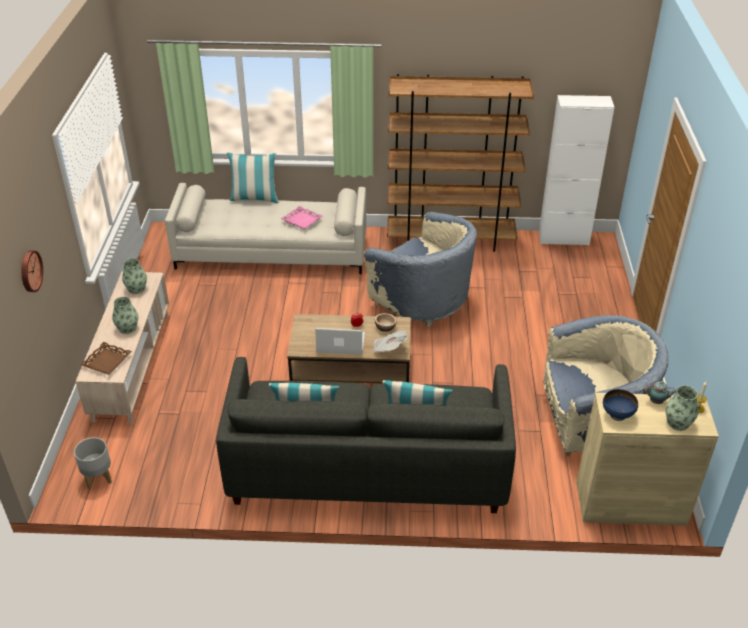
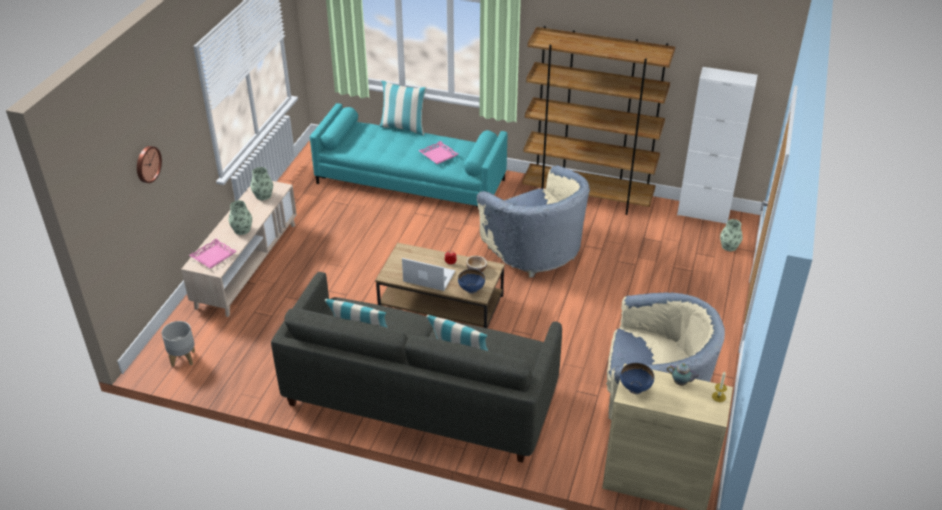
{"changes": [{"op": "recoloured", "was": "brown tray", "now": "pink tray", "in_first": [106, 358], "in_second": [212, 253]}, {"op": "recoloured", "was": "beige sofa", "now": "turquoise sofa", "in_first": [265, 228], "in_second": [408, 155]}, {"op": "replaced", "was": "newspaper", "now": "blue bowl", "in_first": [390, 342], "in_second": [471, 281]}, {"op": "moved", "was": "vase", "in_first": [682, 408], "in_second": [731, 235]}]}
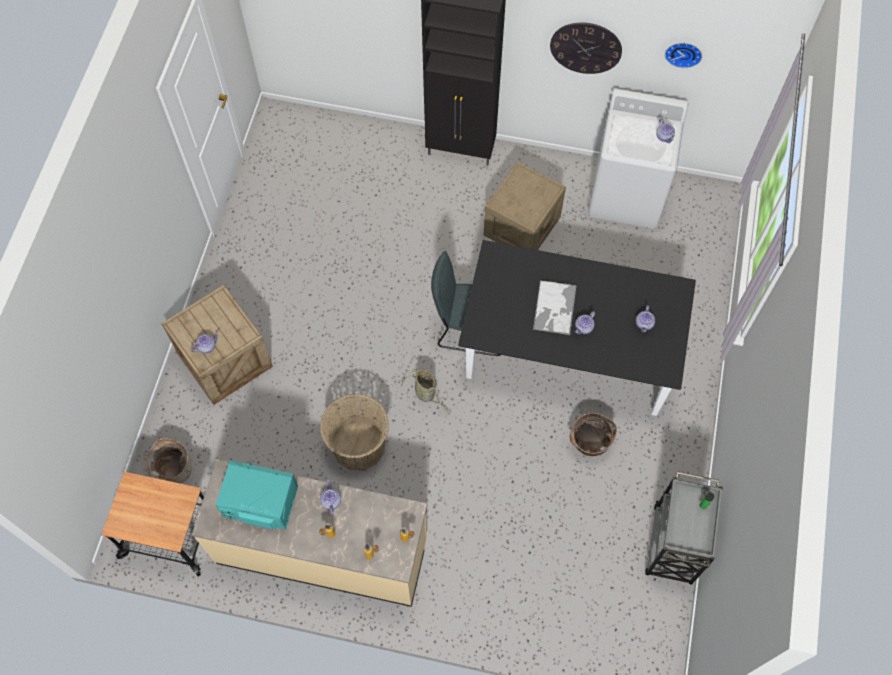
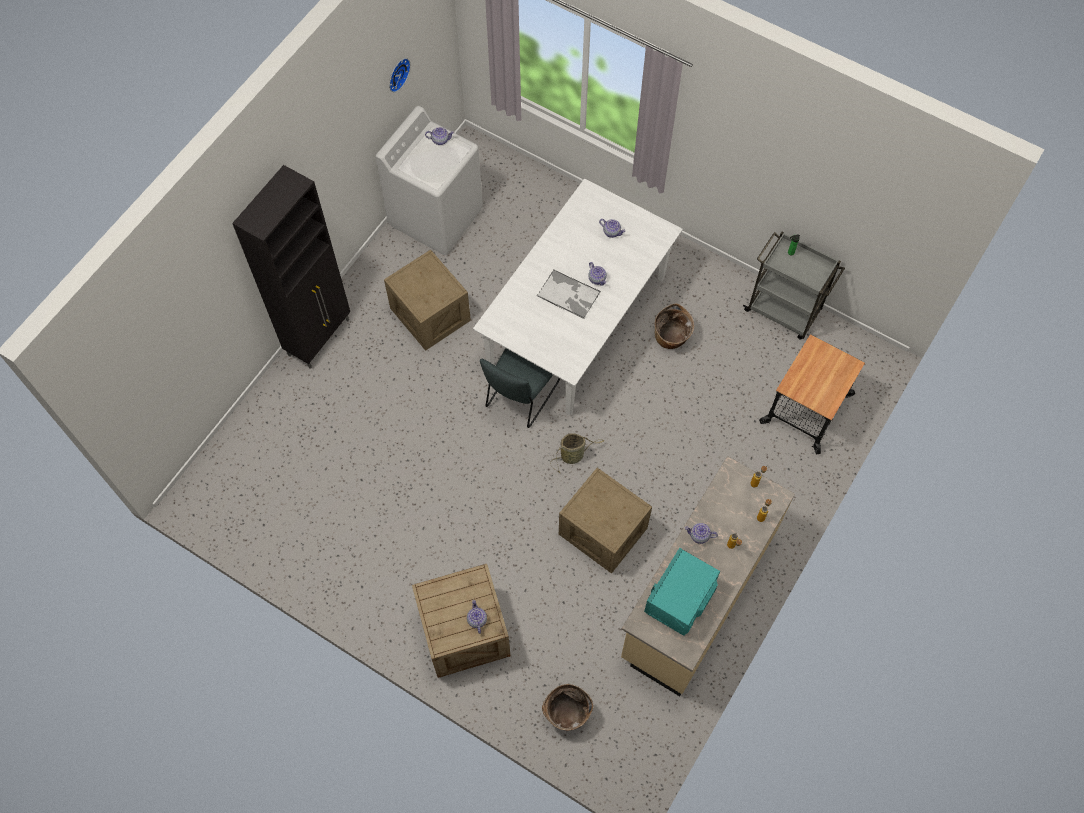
{"changes": [{"op": "recoloured", "was": "black dining table", "now": "white dining table", "in_first": [577, 328], "in_second": [578, 297]}, {"op": "replaced", "was": "basket", "now": "crate", "in_first": [354, 432], "in_second": [605, 520]}, {"op": "moved", "was": "cart", "in_first": [152, 524], "in_second": [812, 394]}, {"op": "removed", "was": "wall clock", "in_first": [586, 48]}]}
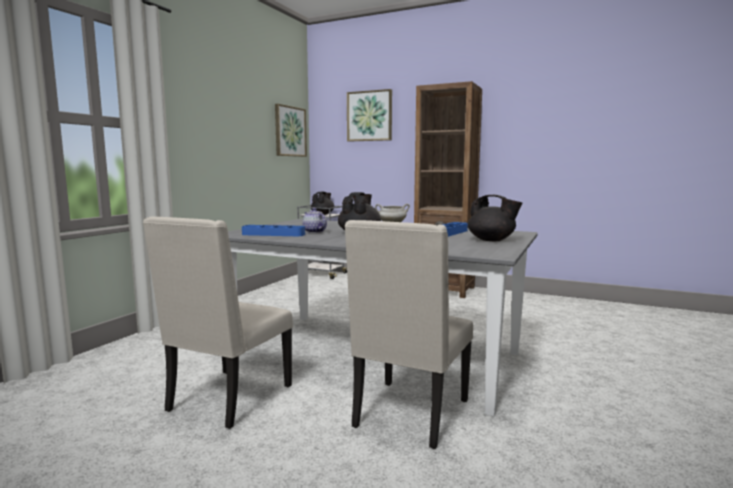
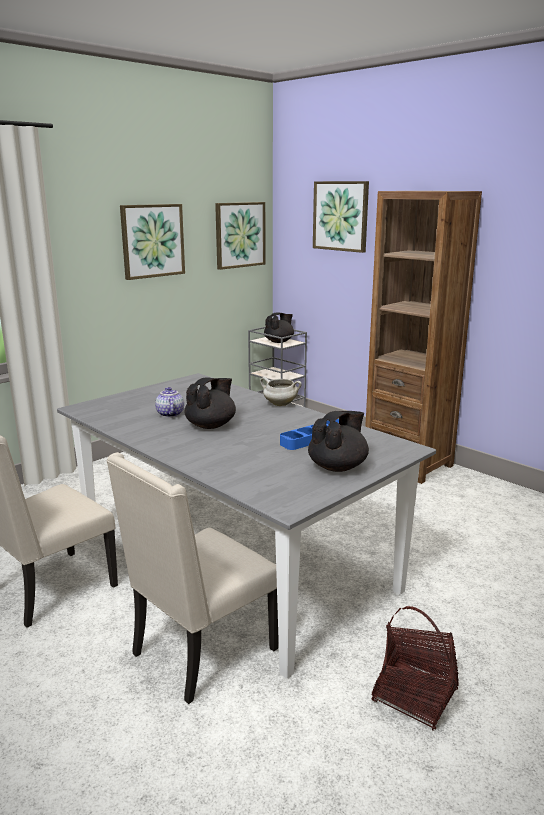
{"changes": [{"op": "added", "now": "picture", "in_second": [152, 242]}, {"op": "turned", "was": "black teapot", "in_first": [495, 218], "in_second": [338, 441], "clockwise": -105}, {"op": "added", "now": "basket", "in_second": [415, 668]}, {"op": "removed", "was": "blue tray", "in_first": [273, 230]}]}
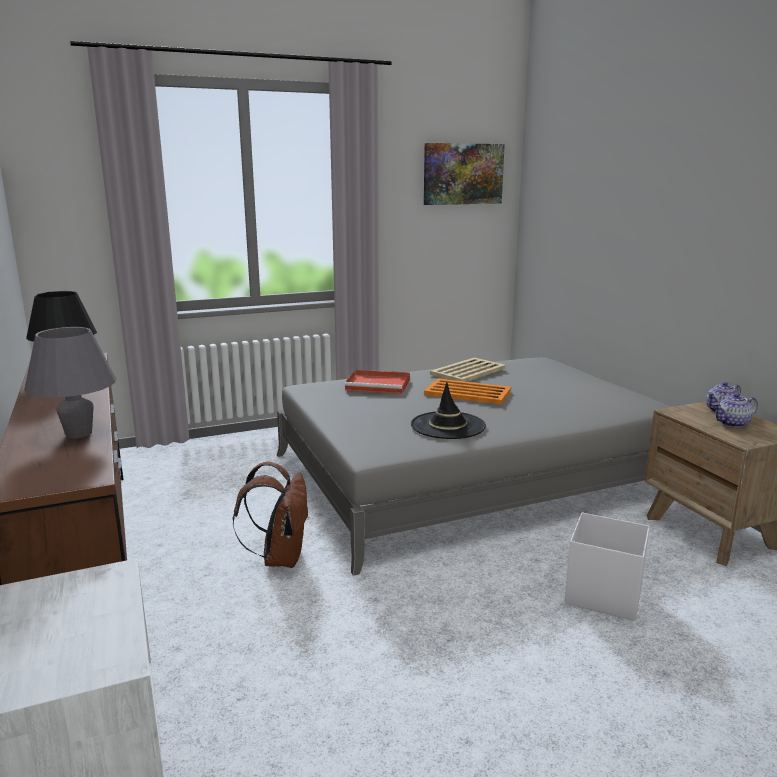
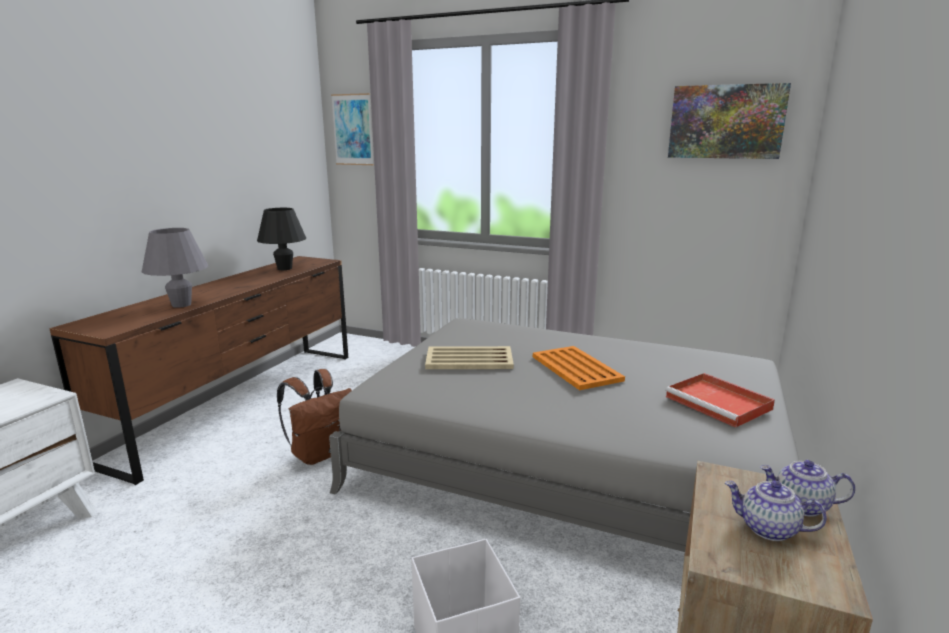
{"changes": [{"op": "added", "now": "picture", "in_second": [352, 129]}, {"op": "moved", "was": "beige tray", "in_first": [468, 370], "in_second": [469, 357]}, {"op": "moved", "was": "red tray", "in_first": [377, 382], "in_second": [720, 400]}, {"op": "removed", "was": "black hat", "in_first": [448, 410]}]}
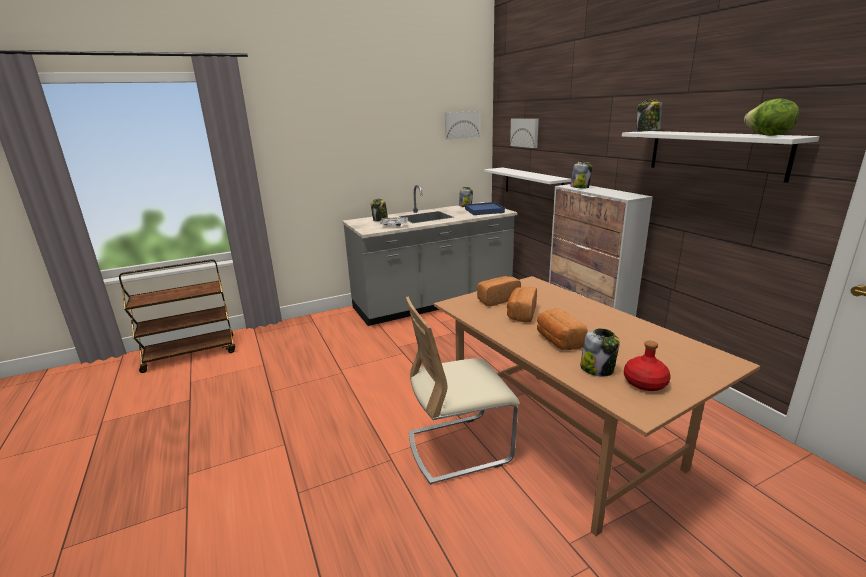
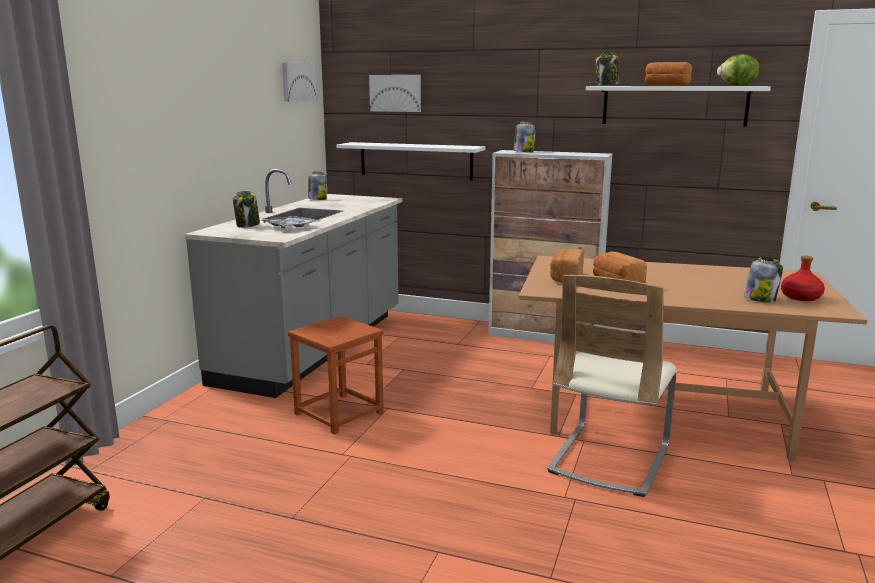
{"changes": [{"op": "added", "now": "brown stool", "in_second": [336, 375]}, {"op": "moved", "was": "bread", "in_first": [562, 329], "in_second": [668, 74]}, {"op": "removed", "was": "blue tray", "in_first": [485, 208]}]}
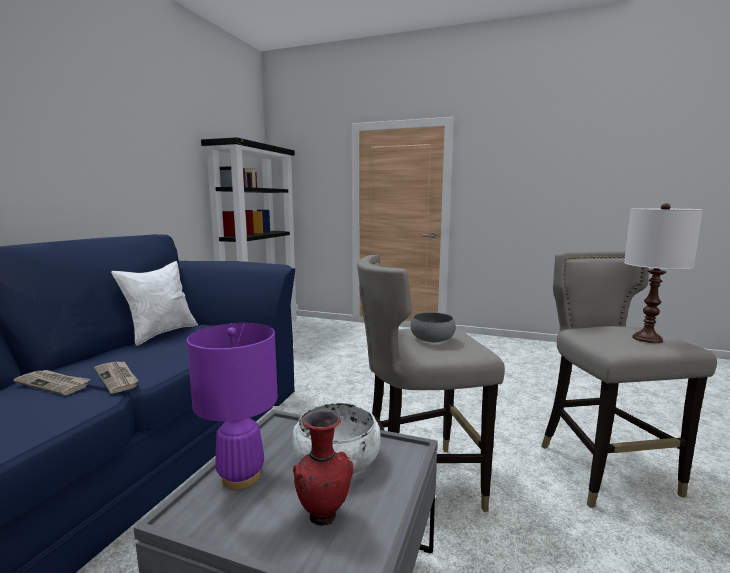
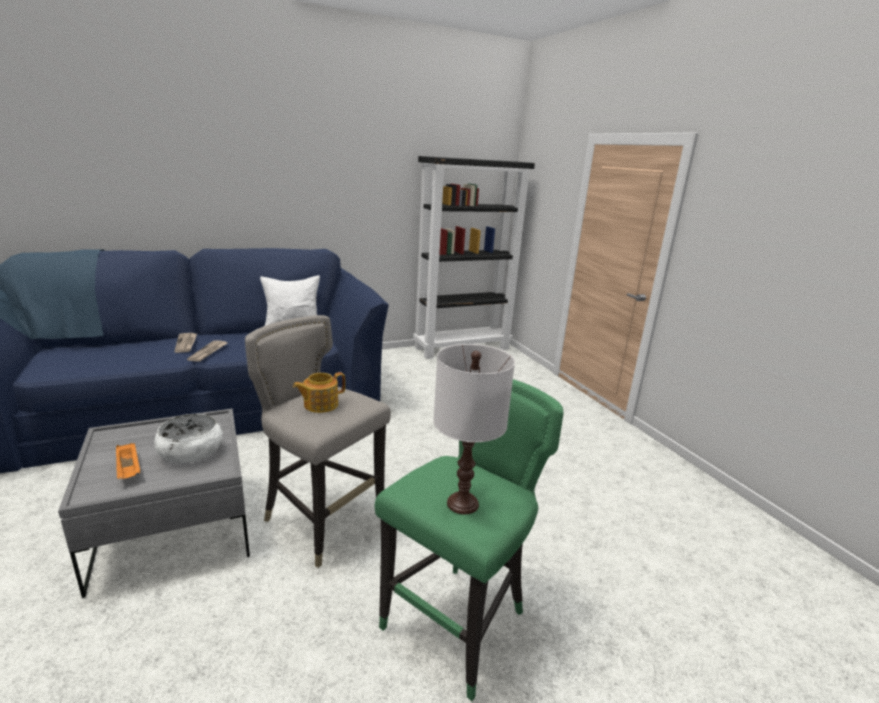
{"changes": [{"op": "replaced", "was": "red vase", "now": "orange tray", "in_first": [323, 468], "in_second": [128, 461]}, {"op": "replaced", "was": "grey bowl", "now": "teapot", "in_first": [433, 327], "in_second": [319, 392]}, {"op": "recoloured", "was": "grey stool", "now": "green stool", "in_first": [629, 379], "in_second": [469, 540]}, {"op": "removed", "was": "purple table lamp", "in_first": [232, 406]}]}
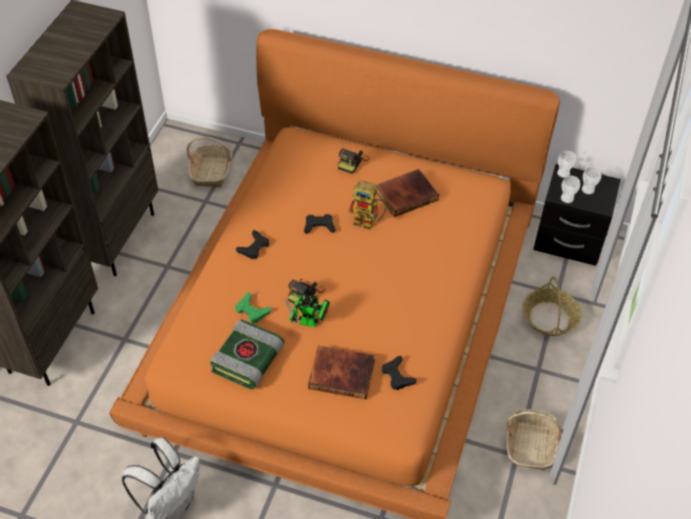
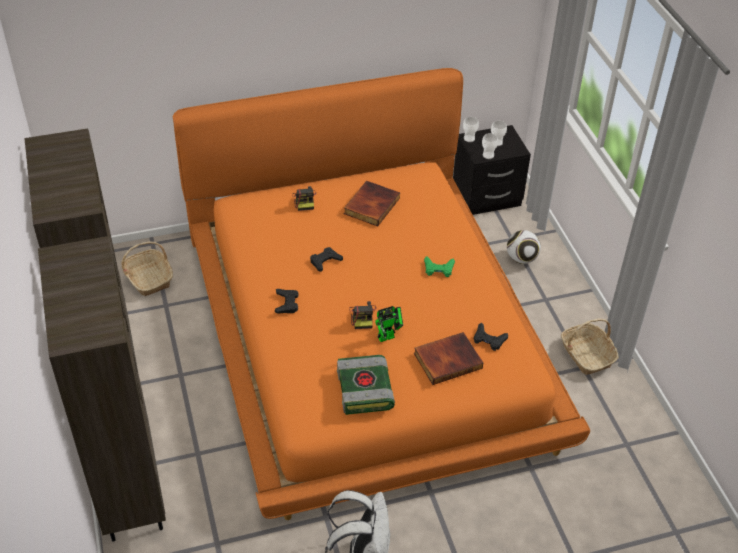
{"changes": [{"op": "moved", "was": "green game controller", "in_first": [253, 308], "in_second": [439, 266]}, {"op": "replaced", "was": "basket", "now": "football", "in_first": [551, 306], "in_second": [524, 247]}, {"op": "removed", "was": "toy robot", "in_first": [367, 205]}]}
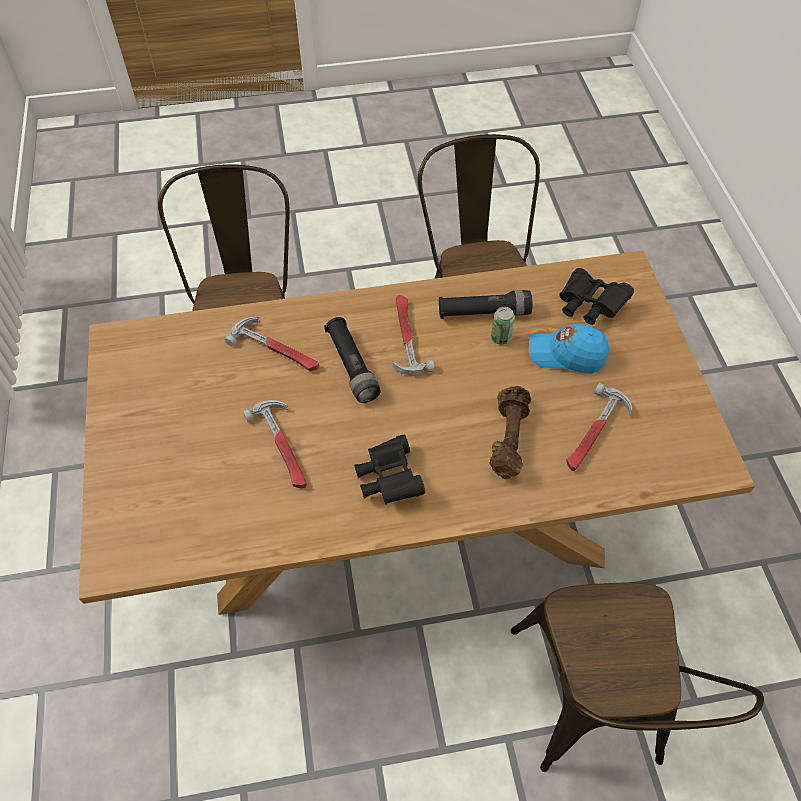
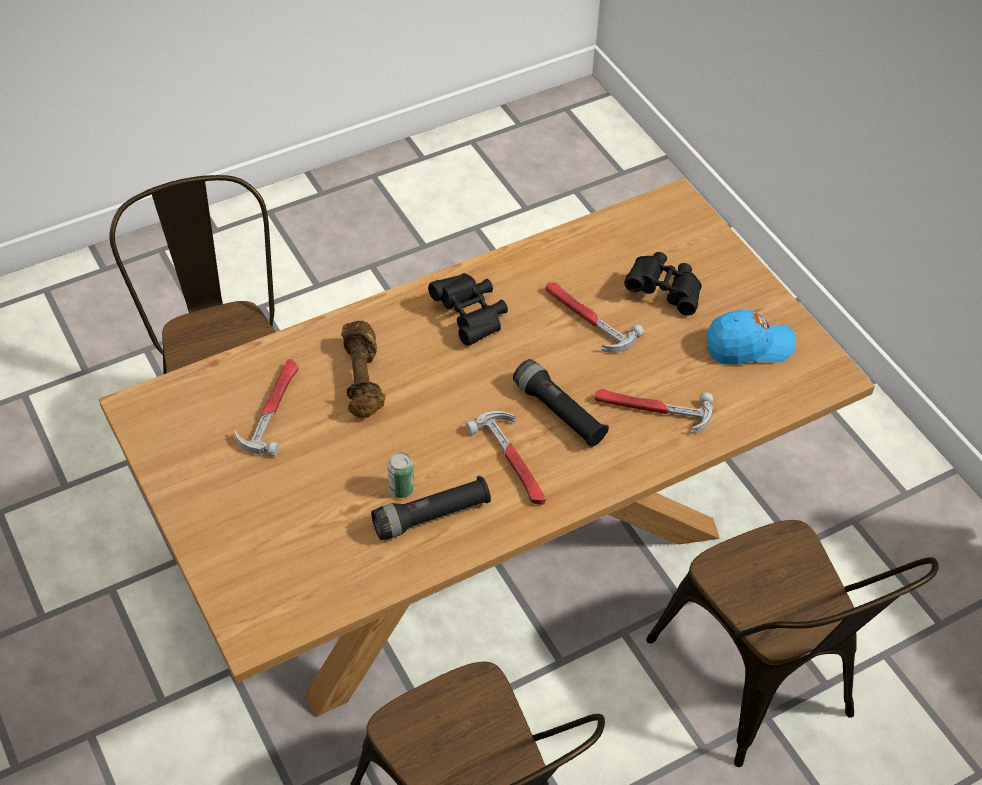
{"changes": [{"op": "moved", "was": "black binoculars", "in_first": [596, 296], "in_second": [663, 284]}, {"op": "moved", "was": "blue cap", "in_first": [569, 348], "in_second": [751, 337]}]}
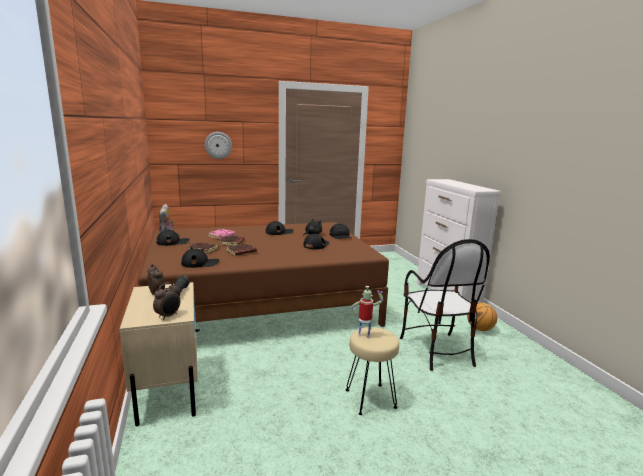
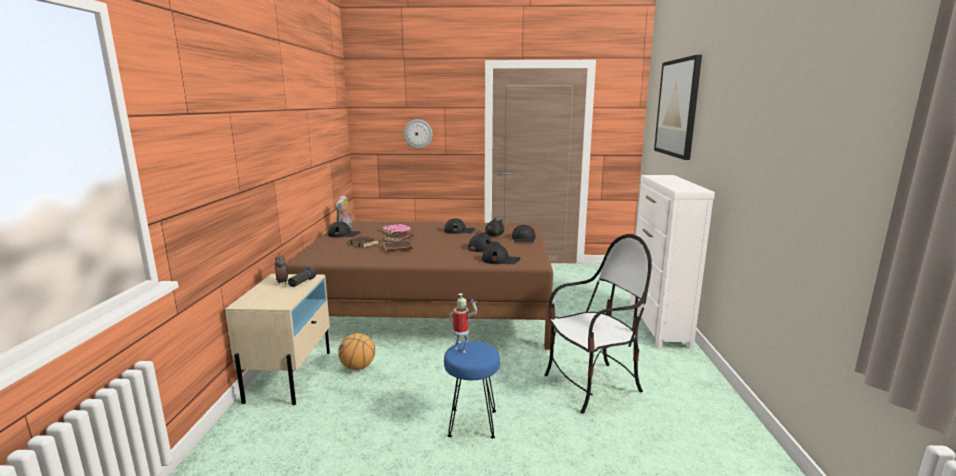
{"changes": [{"op": "moved", "was": "basketball", "in_first": [482, 317], "in_second": [356, 351]}, {"op": "recoloured", "was": "beige stool", "now": "blue stool", "in_first": [372, 371], "in_second": [472, 390]}, {"op": "moved", "was": "black cap", "in_first": [200, 258], "in_second": [501, 254]}, {"op": "turned", "was": "chair", "in_first": [445, 305], "in_second": [598, 324], "clockwise": -120}, {"op": "added", "now": "picture", "in_second": [678, 107]}, {"op": "removed", "was": "alarm clock", "in_first": [166, 301]}]}
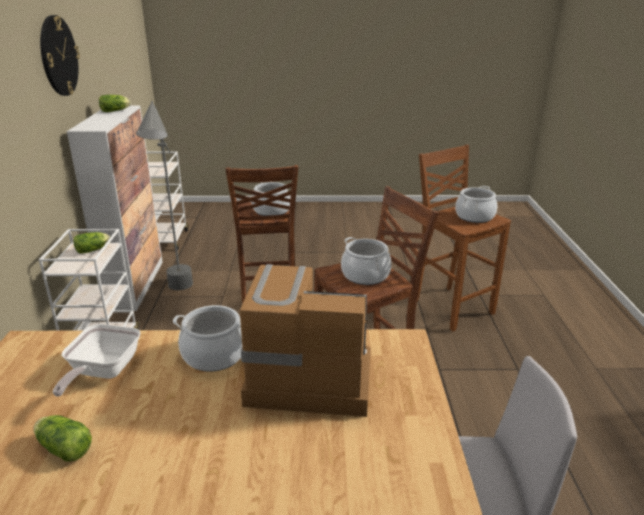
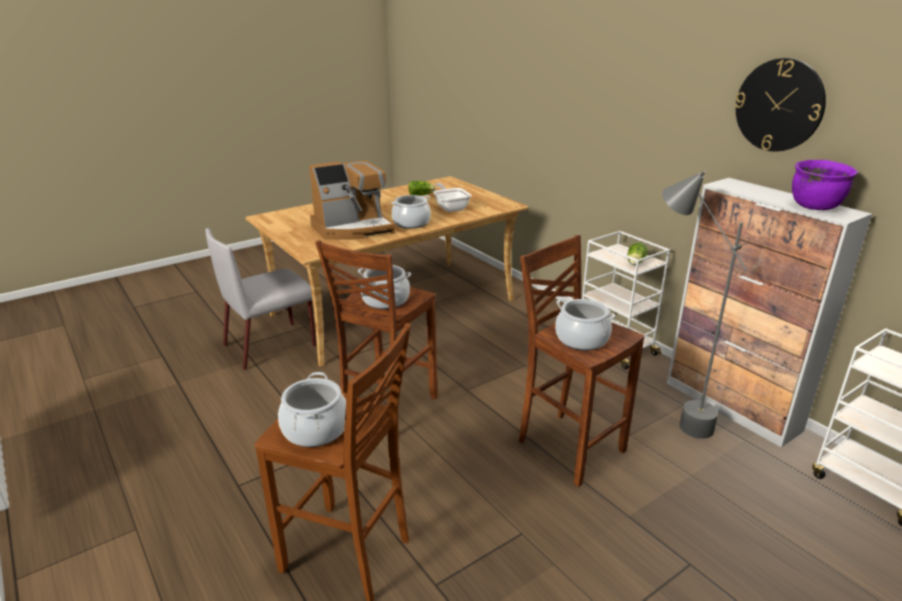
{"changes": [{"op": "replaced", "was": "lettuce", "now": "purple cooking pot", "in_first": [115, 103], "in_second": [825, 185]}]}
